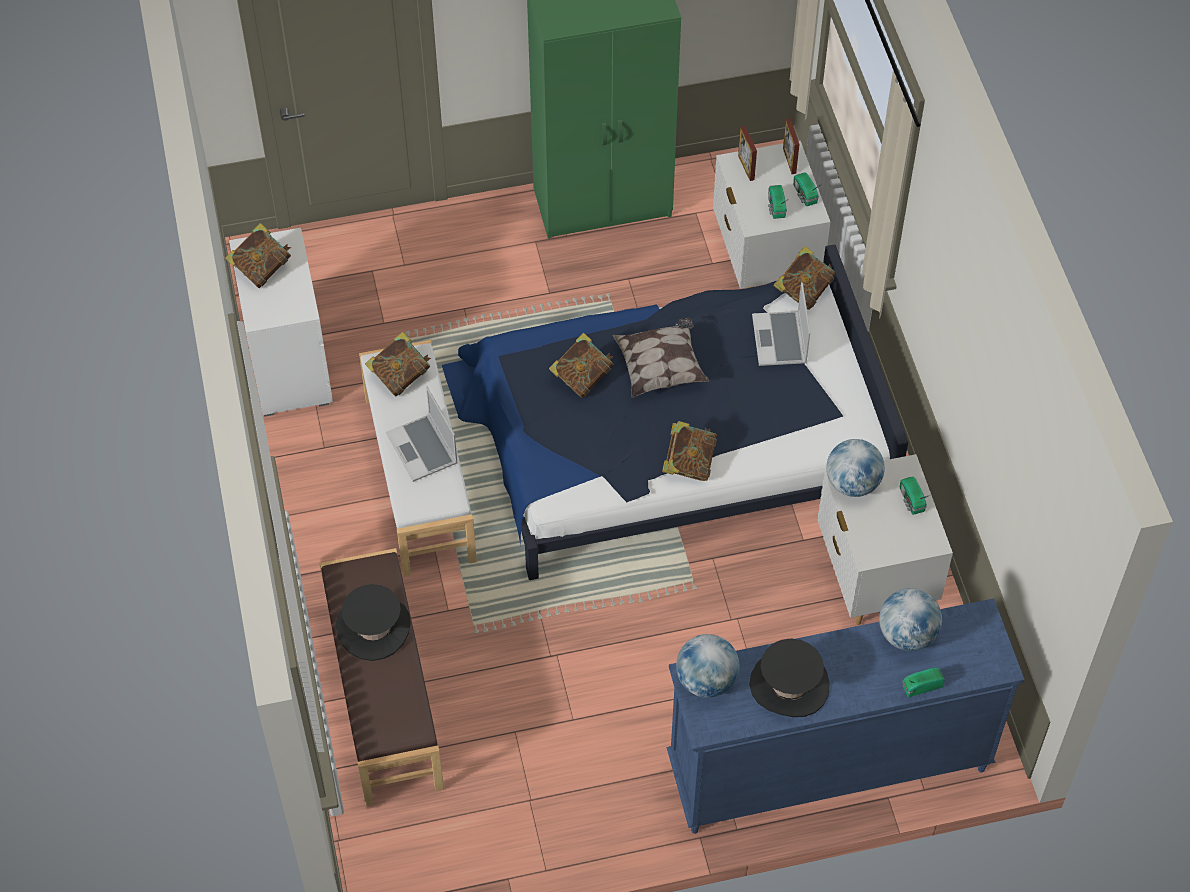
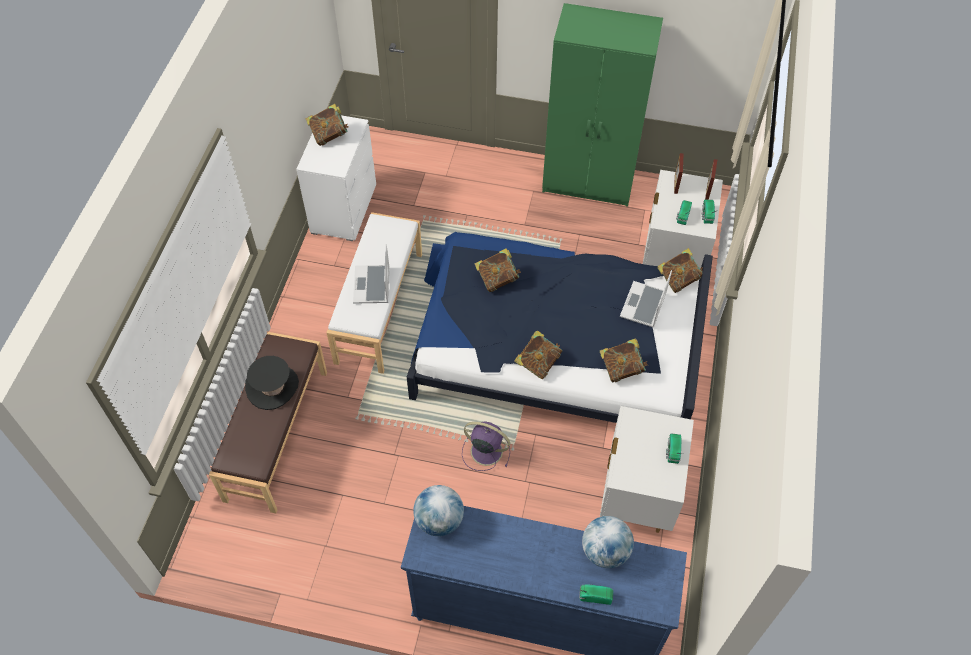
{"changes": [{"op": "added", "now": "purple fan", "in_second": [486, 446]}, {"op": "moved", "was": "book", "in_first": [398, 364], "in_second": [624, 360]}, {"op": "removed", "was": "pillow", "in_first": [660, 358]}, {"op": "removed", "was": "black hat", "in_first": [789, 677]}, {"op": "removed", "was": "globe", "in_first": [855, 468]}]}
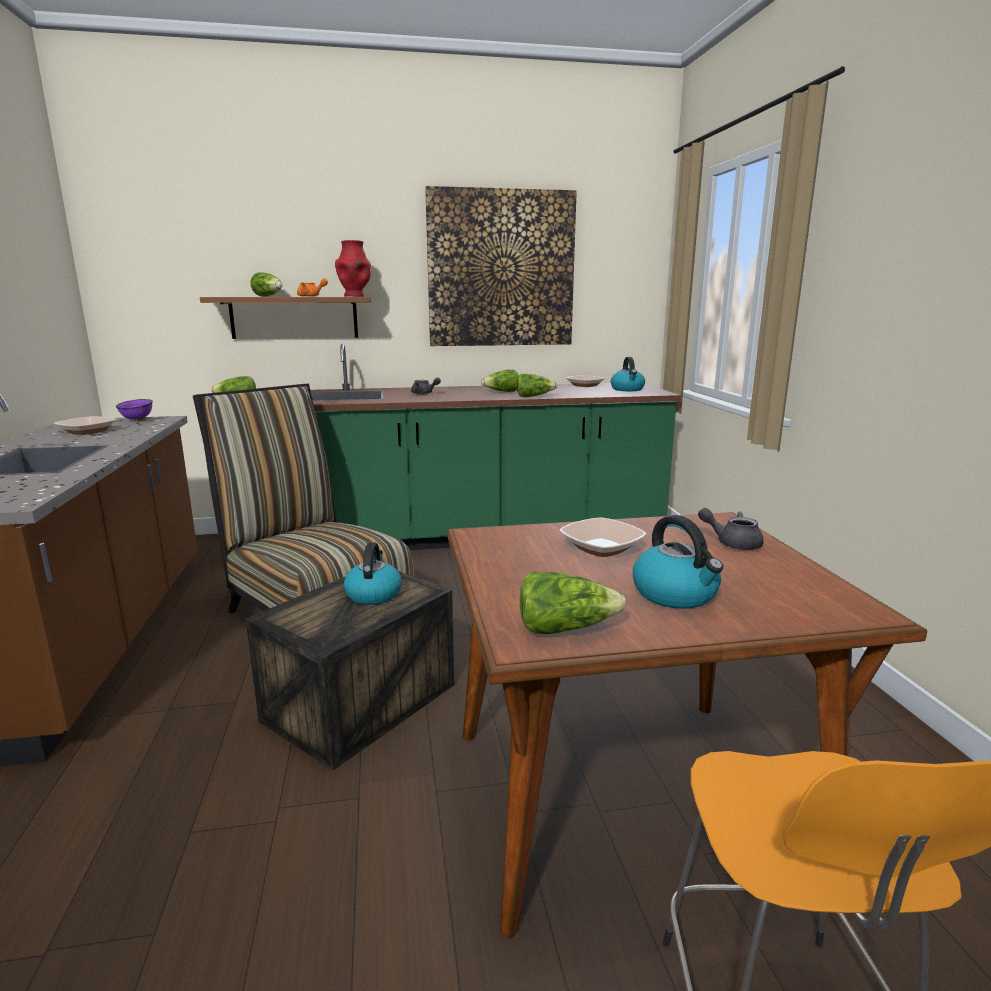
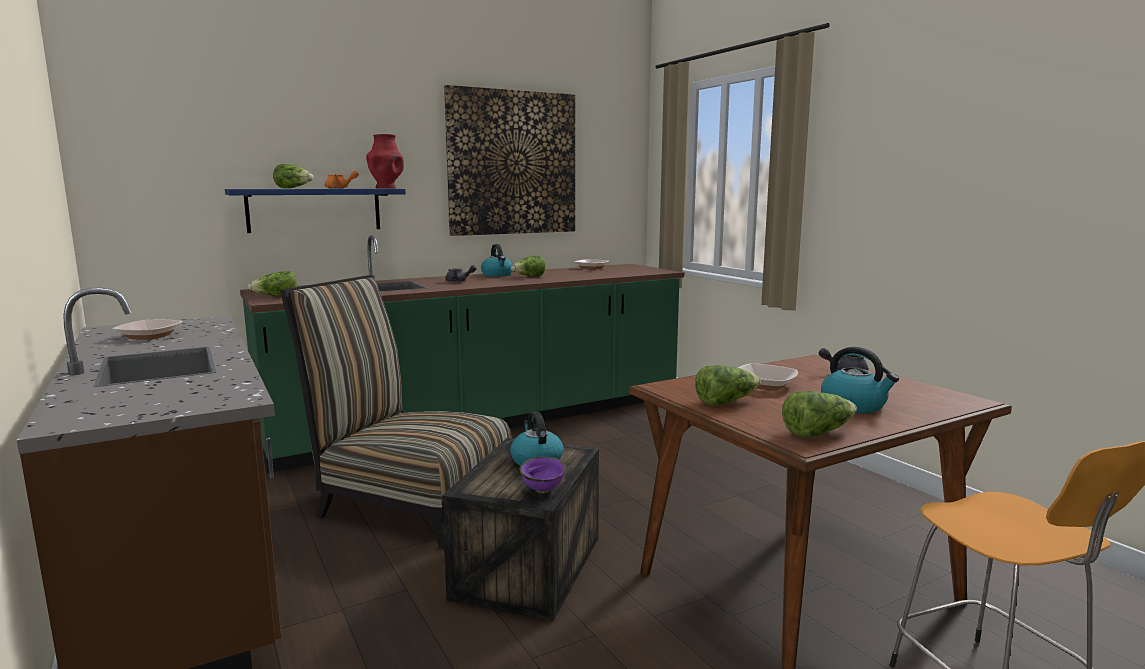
{"changes": [{"op": "recoloured", "was": "brown shelf", "now": "blue shelf", "in_first": [285, 318], "in_second": [315, 211]}, {"op": "moved", "was": "kettle", "in_first": [628, 374], "in_second": [497, 260]}, {"op": "moved", "was": "purple bowl", "in_first": [134, 410], "in_second": [542, 474]}, {"op": "moved", "was": "lettuce", "in_first": [537, 385], "in_second": [728, 385]}]}
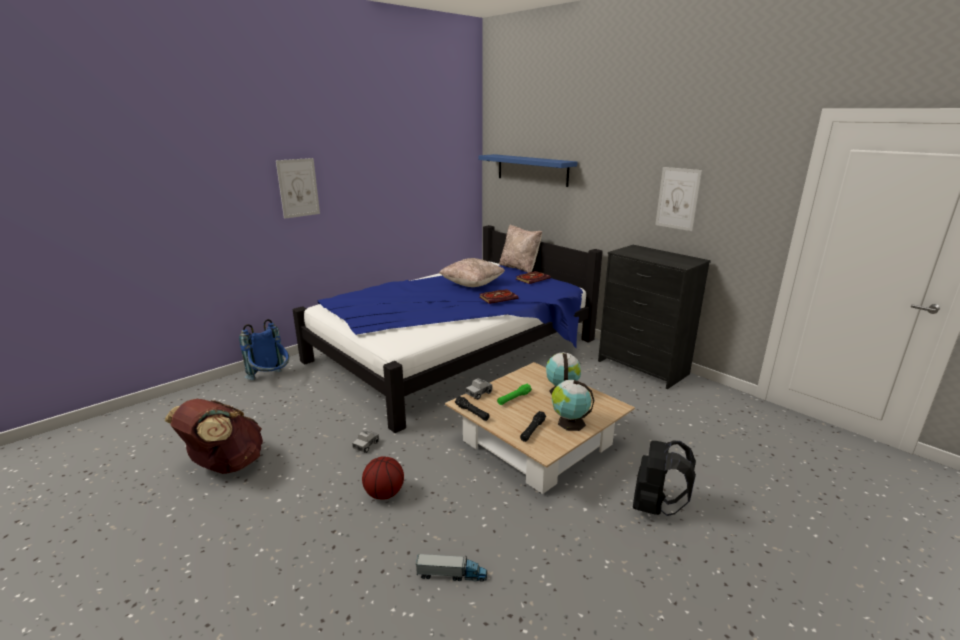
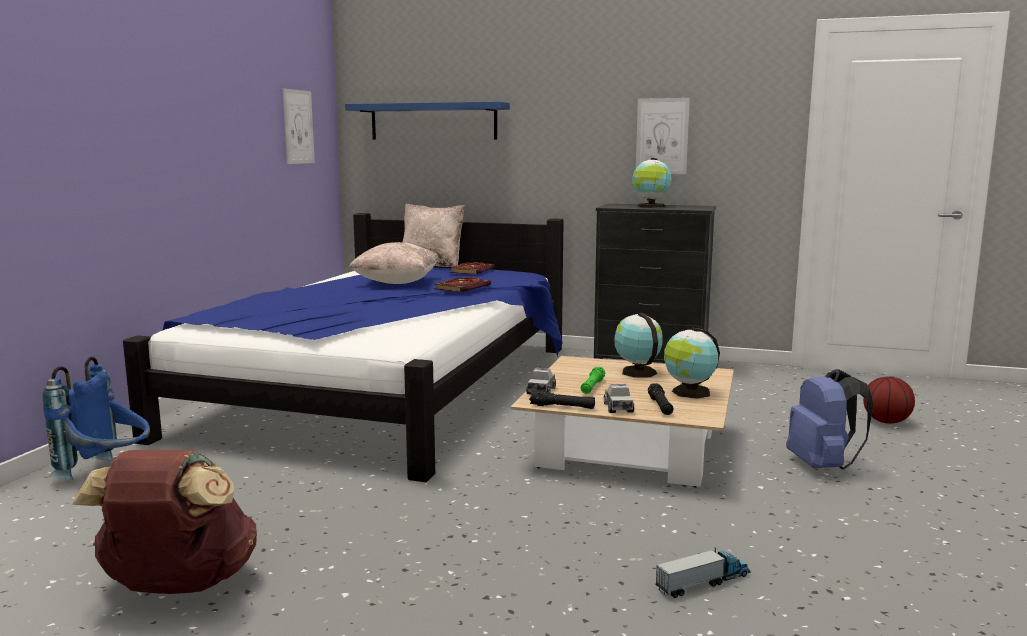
{"changes": [{"op": "moved", "was": "picture", "in_first": [298, 188], "in_second": [299, 126]}, {"op": "moved", "was": "toy truck", "in_first": [365, 441], "in_second": [619, 398]}, {"op": "added", "now": "globe", "in_second": [652, 183]}, {"op": "recoloured", "was": "black backpack", "now": "blue backpack", "in_first": [664, 478], "in_second": [830, 419]}, {"op": "moved", "was": "basketball", "in_first": [383, 478], "in_second": [889, 400]}]}
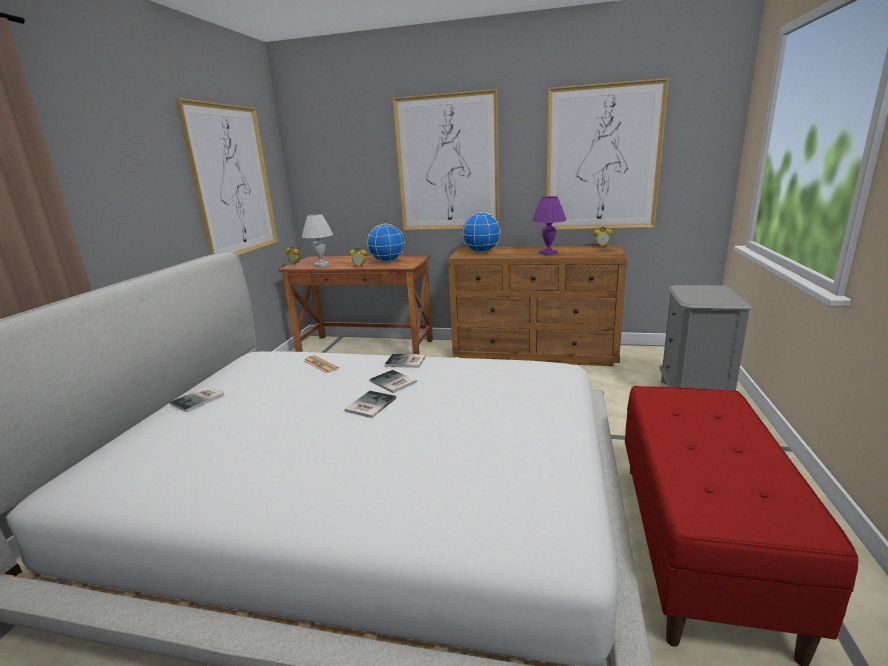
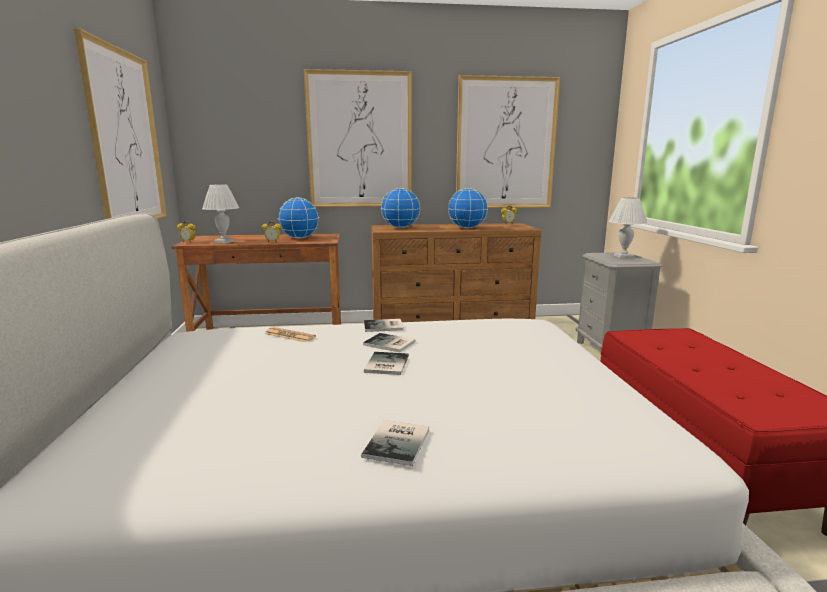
{"changes": [{"op": "moved", "was": "book", "in_first": [197, 399], "in_second": [395, 443]}, {"op": "replaced", "was": "purple table lamp", "now": "globe", "in_first": [549, 225], "in_second": [468, 208]}, {"op": "added", "now": "white table lamp", "in_second": [628, 227]}]}
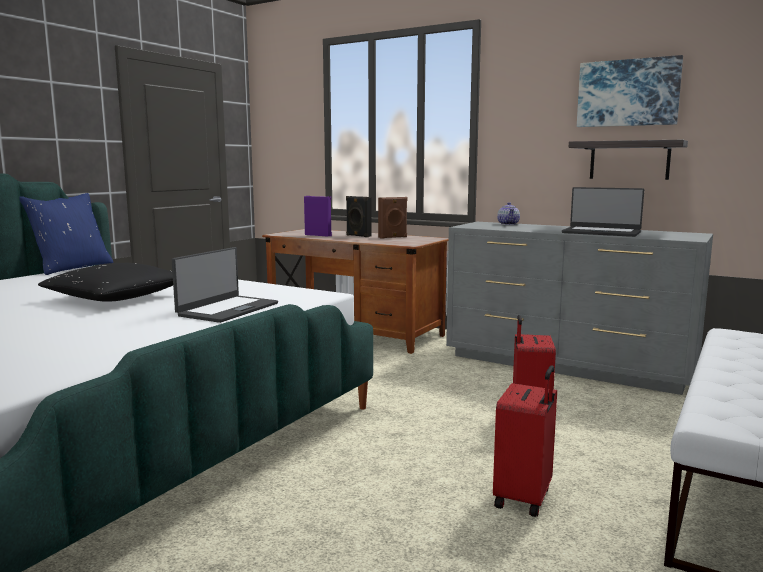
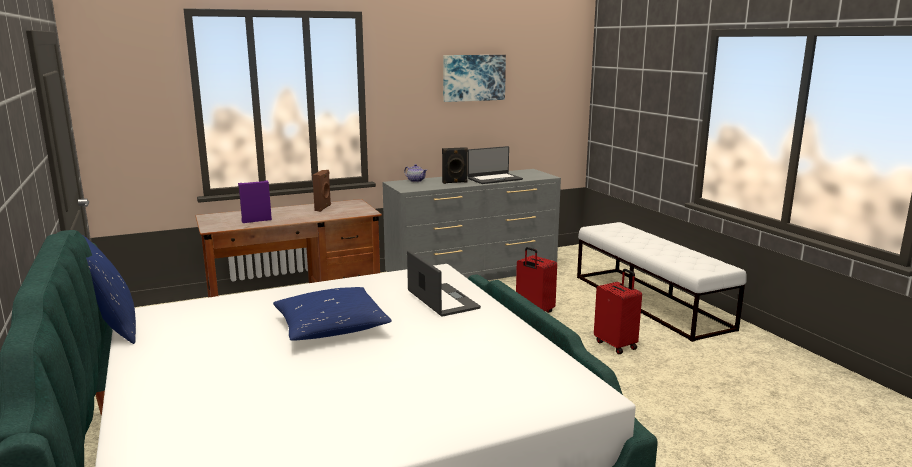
{"changes": [{"op": "recoloured", "was": "black pillow", "now": "blue pillow", "in_first": [105, 282], "in_second": [332, 314]}, {"op": "moved", "was": "black speaker", "in_first": [359, 216], "in_second": [455, 165]}, {"op": "removed", "was": "shelf", "in_first": [628, 160]}]}
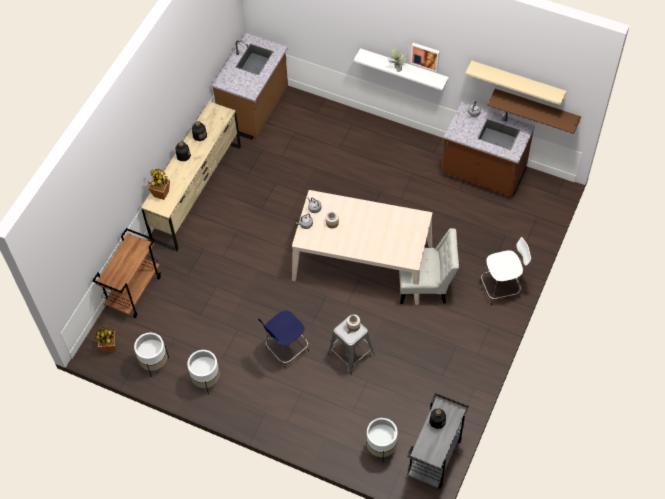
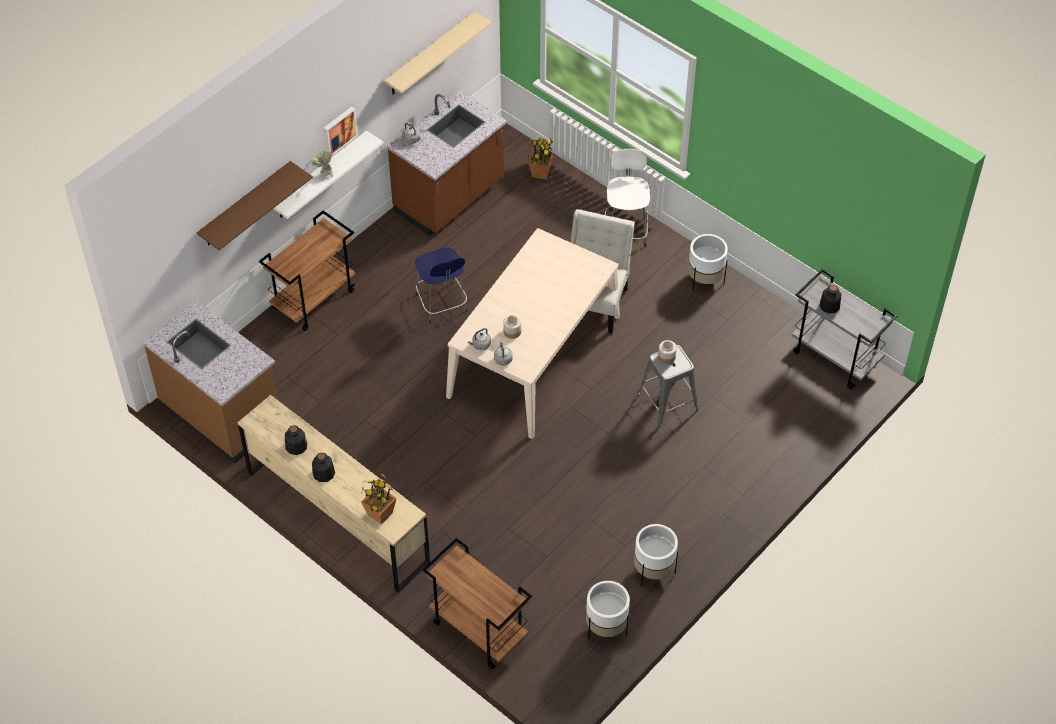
{"changes": [{"op": "moved", "was": "brown shelf", "in_first": [534, 111], "in_second": [255, 205]}, {"op": "added", "now": "brown cart", "in_second": [307, 271]}, {"op": "moved", "was": "blue stool", "in_first": [283, 339], "in_second": [441, 285]}, {"op": "moved", "was": "potted plant", "in_first": [106, 339], "in_second": [541, 159]}, {"op": "moved", "was": "white planter", "in_first": [382, 437], "in_second": [708, 262]}]}
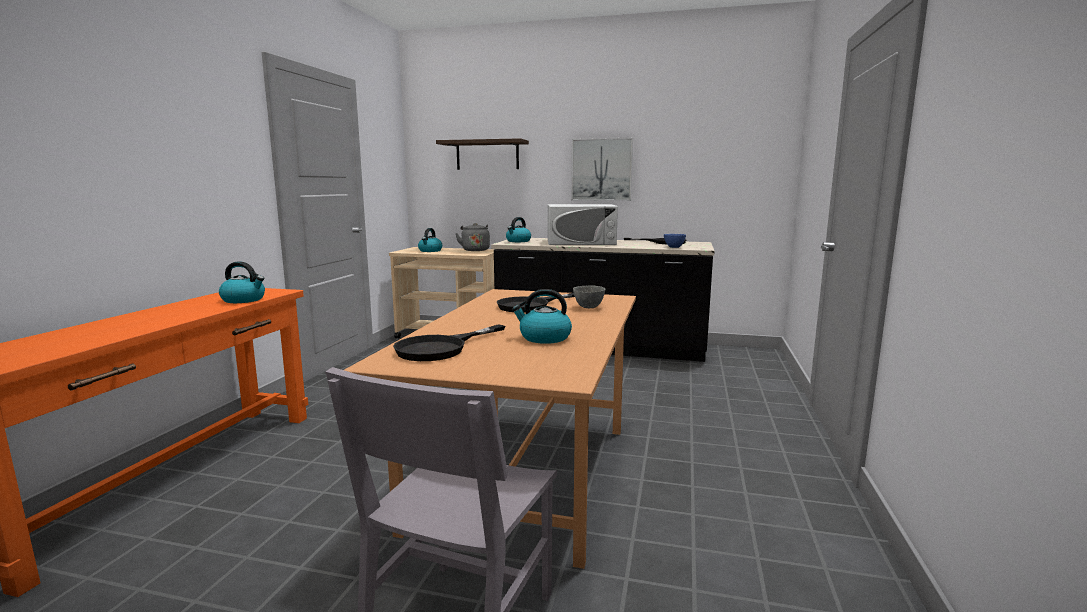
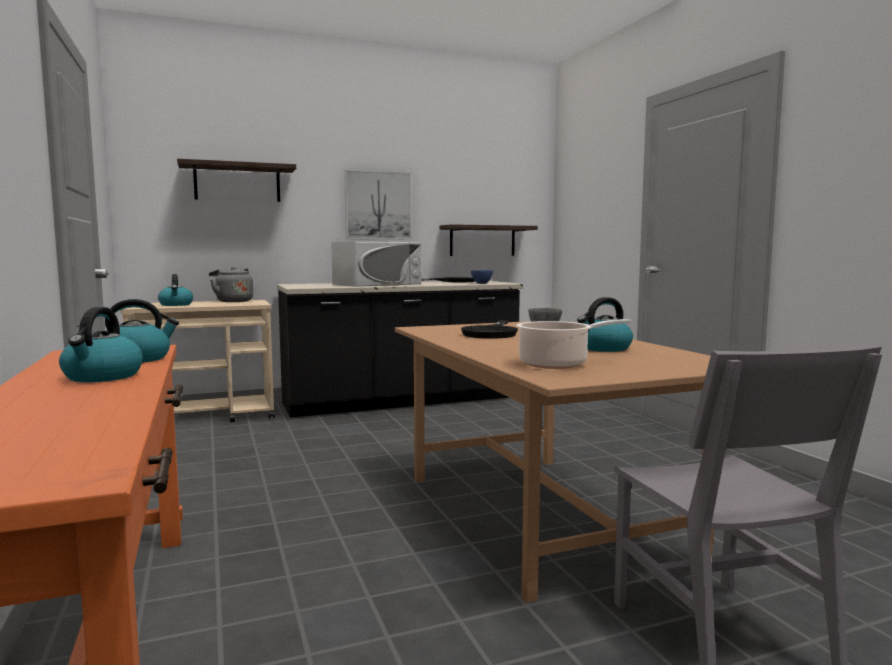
{"changes": [{"op": "moved", "was": "kettle", "in_first": [518, 229], "in_second": [101, 344]}, {"op": "added", "now": "shelf", "in_second": [489, 240]}, {"op": "replaced", "was": "black frying pan", "now": "cooking pot", "in_first": [449, 342], "in_second": [573, 344]}]}
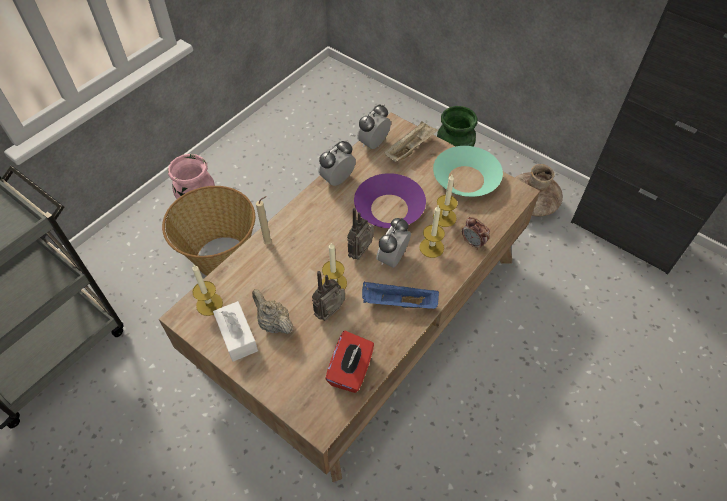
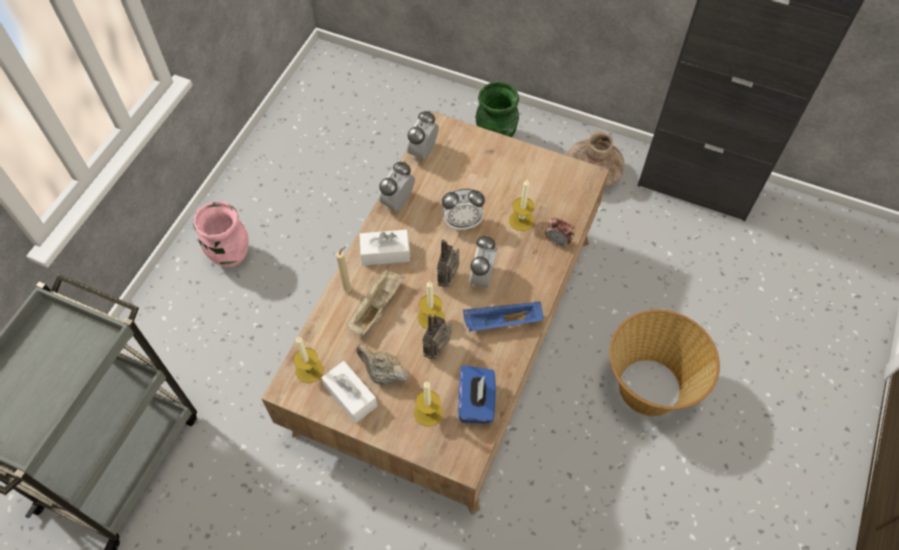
{"changes": [{"op": "moved", "was": "beige tray", "in_first": [411, 141], "in_second": [375, 302]}, {"op": "added", "now": "white tissue box", "in_second": [385, 247]}, {"op": "moved", "was": "candle", "in_first": [432, 232], "in_second": [428, 404]}, {"op": "replaced", "was": "purple bowl", "now": "alarm clock", "in_first": [390, 200], "in_second": [463, 209]}, {"op": "recoloured", "was": "red tissue box", "now": "blue tissue box", "in_first": [349, 362], "in_second": [477, 394]}, {"op": "moved", "was": "basket", "in_first": [208, 231], "in_second": [664, 363]}, {"op": "removed", "was": "turquoise bowl", "in_first": [468, 171]}]}
